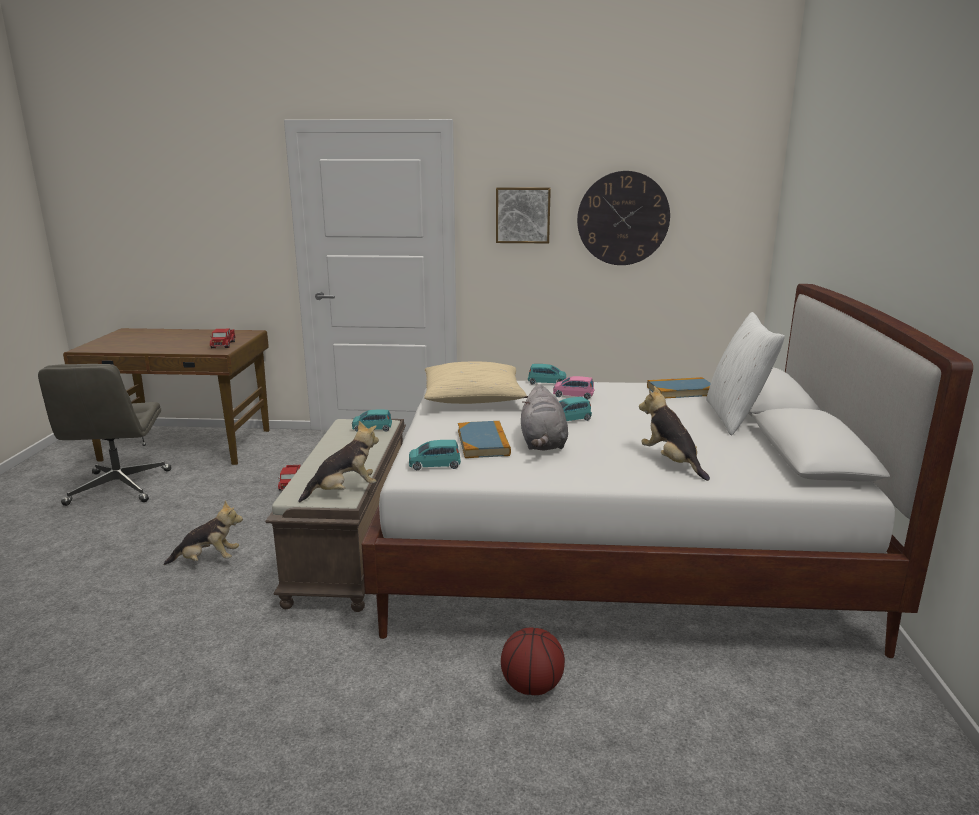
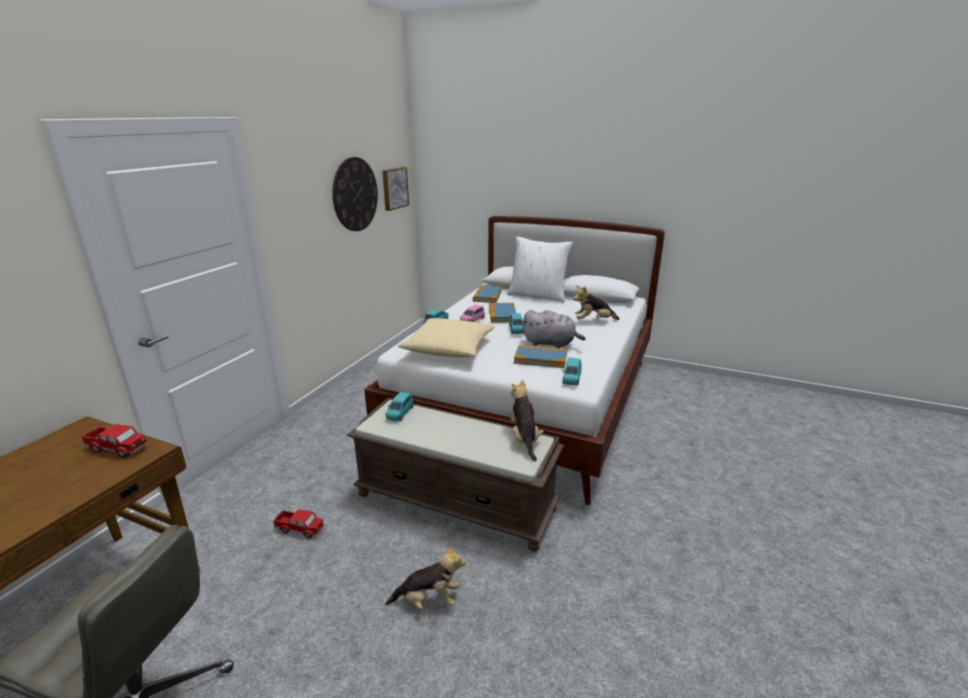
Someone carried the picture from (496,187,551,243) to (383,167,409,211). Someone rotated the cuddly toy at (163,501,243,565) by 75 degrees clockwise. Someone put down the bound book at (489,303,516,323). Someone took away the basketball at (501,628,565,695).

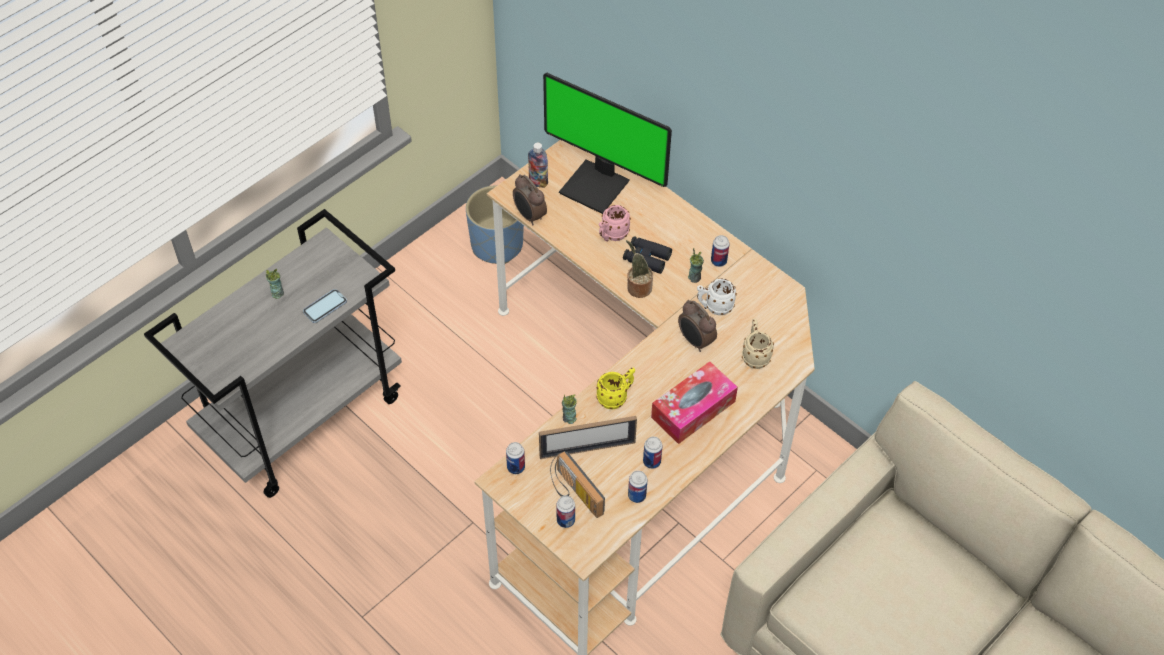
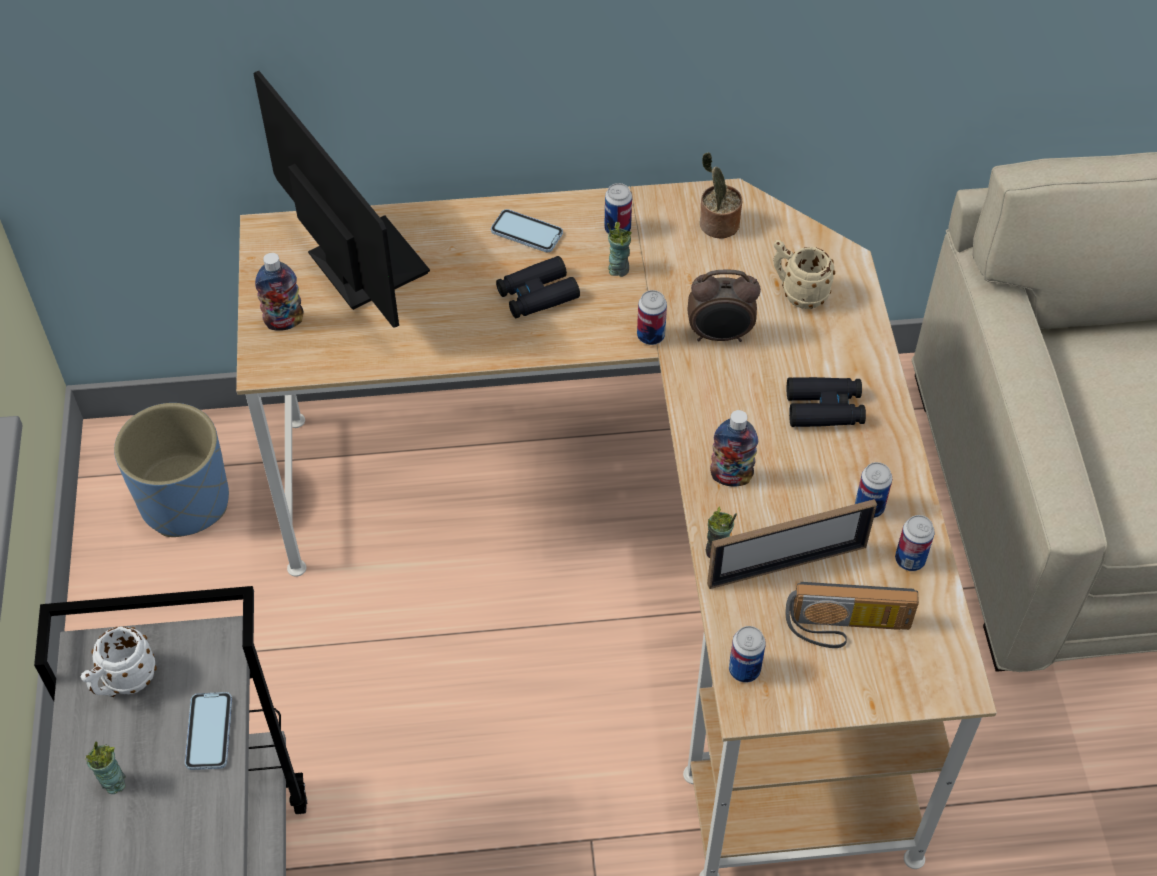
Someone carried the white mug from (697,279,737,315) to (80,627,157,697). Someone rotated the monitor at (543,73,672,214) by 105 degrees counterclockwise. Someone put down the phone at (491,209,563,252). Someone carried the sealed can from (556,496,575,528) to (637,290,667,345). Someone carried the potted plant from (626,240,653,298) to (700,152,742,239). Someone rotated the picture frame at (539,416,637,459) by 45 degrees clockwise. Someone swapped the yellow mug at (597,368,635,409) for the drink bottle at (710,410,758,487). Someone swapped the tissue holder at (651,361,738,444) for the blackish pair of binoculars at (787,377,866,427). Someone took away the bedside clock at (513,174,547,225). Someone took away the pink-coloured mug at (599,205,631,242).

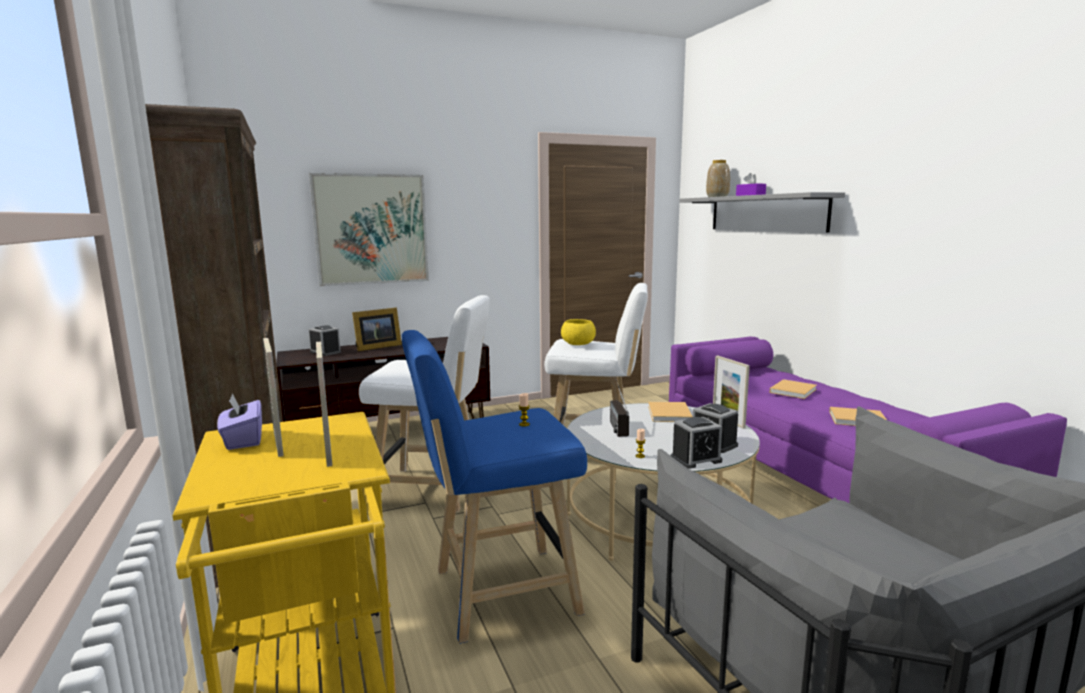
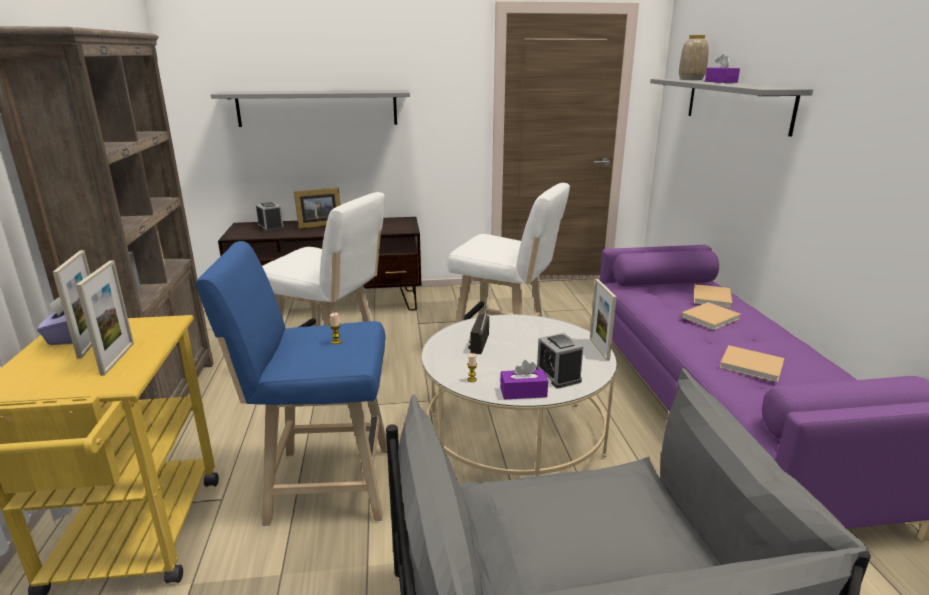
Someone swapped the picture at (309,173,429,286) for the gray wall shelf at (211,90,410,127). Someone swapped the bedside clock at (671,417,722,469) for the purple-coloured tissue holder at (500,360,548,400). Someone carried the sand-coloured bound book from (648,402,693,422) to (694,284,732,308). Someone took away the yellow serving bowl at (561,319,596,345).

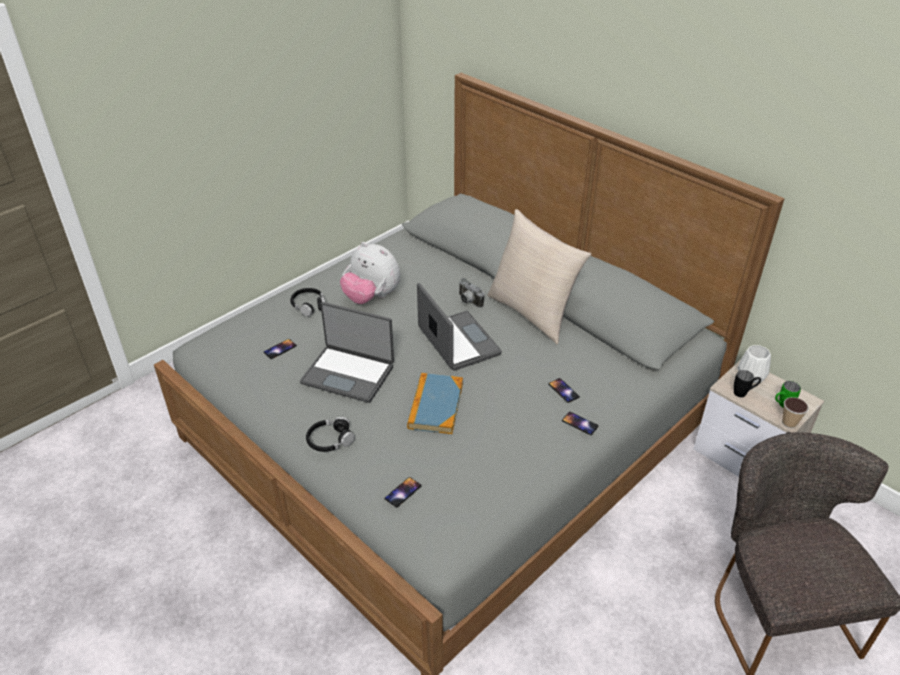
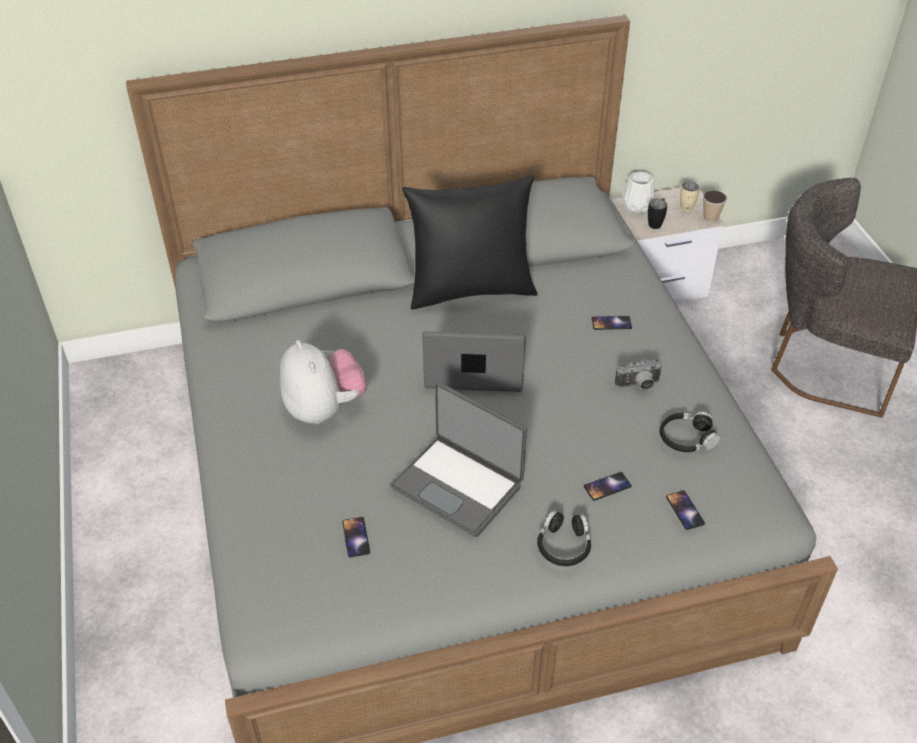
Someone rotated the cuddly toy at (340,242,400,304) by 90 degrees counterclockwise. Someone rotated the notebook computer at (300,302,394,403) by 75 degrees clockwise. Someone repainted the sand-coloured pillow at (488,209,591,344), which became the blackish pillow at (402,175,538,310). Someone carried the phone from (562,412,599,435) to (584,472,632,501). Someone carried the still camera from (459,278,484,308) to (615,359,663,390). Someone carried the blackish headphones from (290,288,325,317) to (660,412,720,452). Someone repainted the green-coloured mug at (775,381,801,408), which became the sand-coloured mug at (680,182,700,211). Someone took away the bound book at (407,373,463,434).

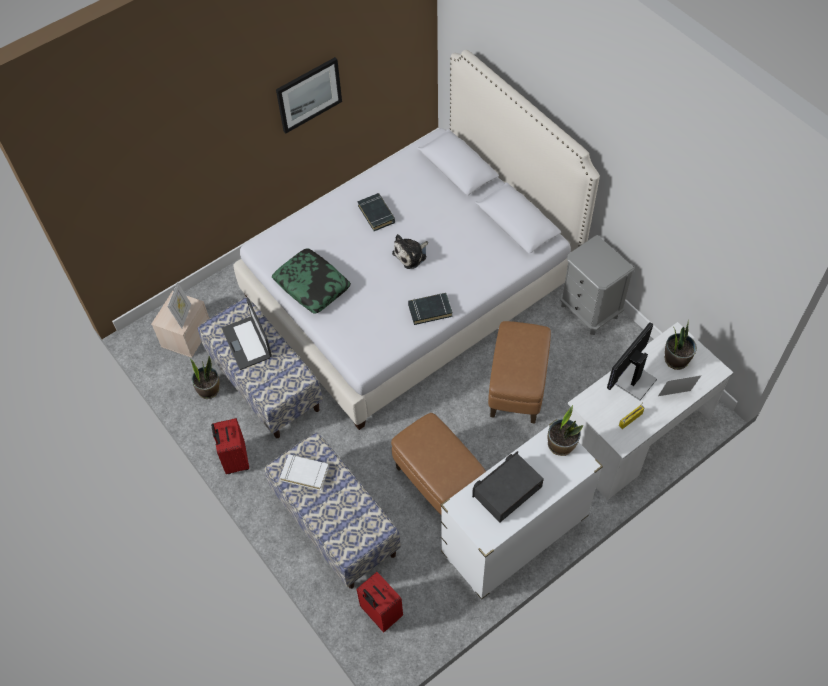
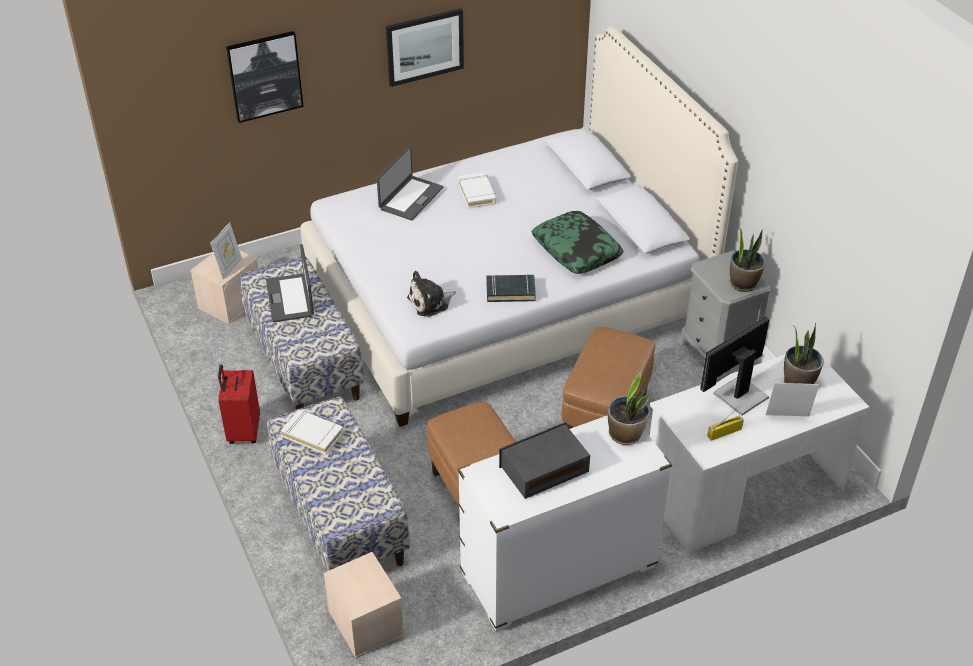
Someone put up the picture at (226,31,303,123). Someone swapped the reddish piece of luggage at (357,572,403,632) for the sand-coloured storage container at (323,552,404,658). Someone put down the notebook computer at (377,146,443,221). Someone carried the cuddly toy from (392,234,428,269) to (407,271,456,317). Someone repainted the blackish bound book at (358,193,395,231), which became the white bound book at (458,172,496,209). Someone carried the pillow from (272,248,351,314) to (532,211,624,274). Someone carried the potted plant from (189,356,220,399) to (730,228,765,292).

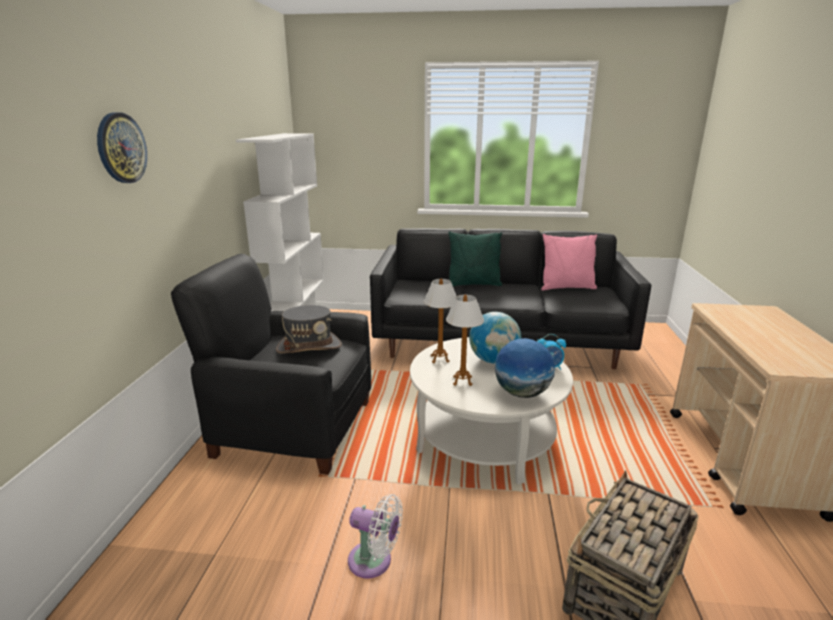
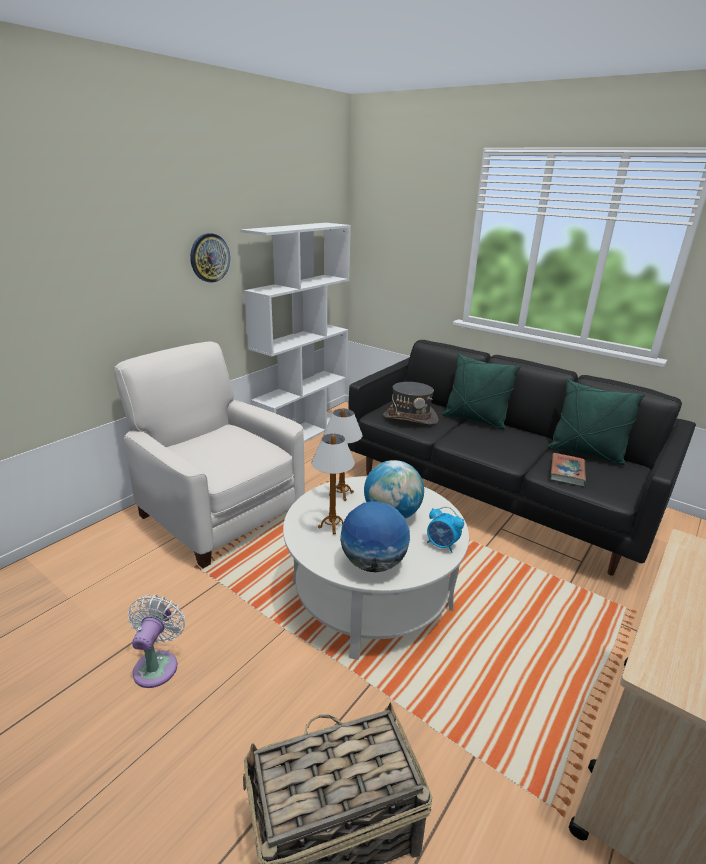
Someone repainted the blackish easy chair at (171,254,371,475), which became the white easy chair at (114,341,305,568). Someone rotated the white fan at (348,494,403,578) by 135 degrees counterclockwise. Someone carried the clock on the wall from (97,112,147,183) to (190,233,230,283). Someone carried the gray wearable hat from (276,305,342,353) to (383,382,439,425). Someone repainted the pink-coloured pillow at (541,234,597,291), which became the green-coloured pillow at (547,379,645,465). Someone put down the bound book at (551,453,586,486).

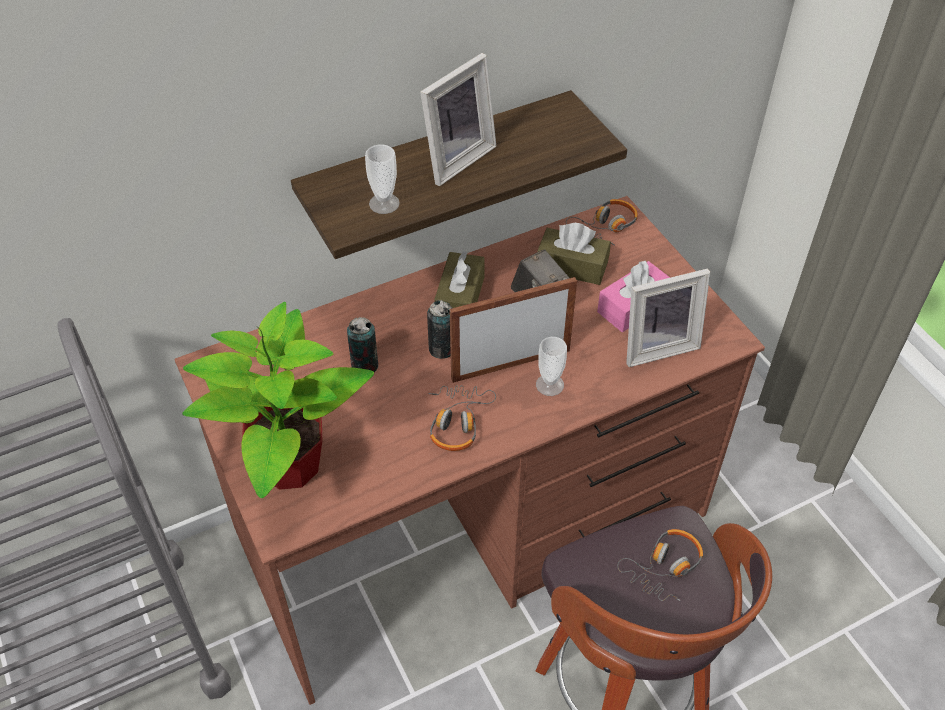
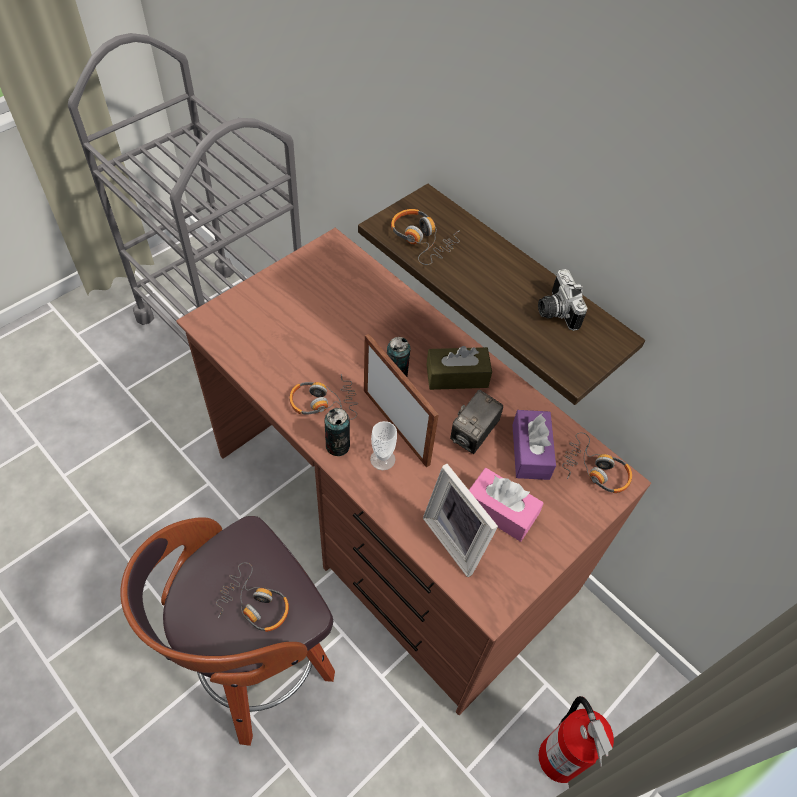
Someone carried the sealed can from (347,317,378,372) to (324,408,350,456). Someone swapped the cup at (365,144,400,214) for the headphones at (391,209,460,265). Someone repainted the brownish tissue holder at (537,223,611,285), which became the purple-coloured tissue holder at (512,410,556,480). Someone put down the still camera at (538,269,588,331). Someone put down the extinguisher at (539,696,614,783). Someone took away the potted plant at (182,302,374,498). Someone took away the picture frame at (420,53,496,186).

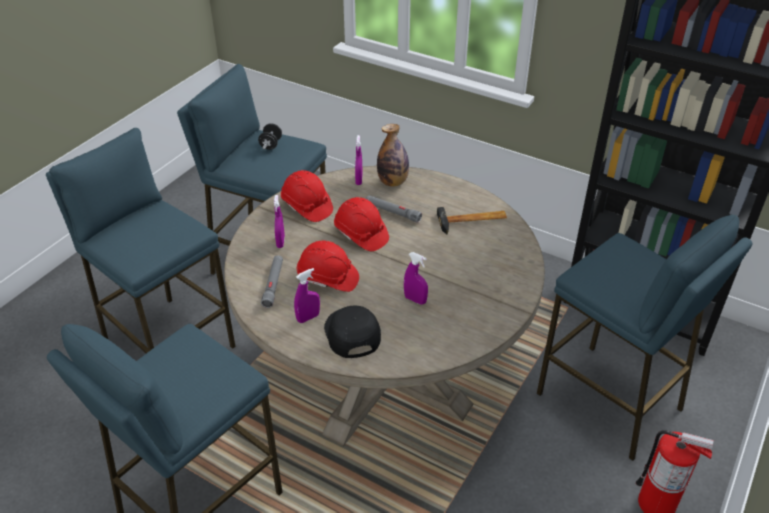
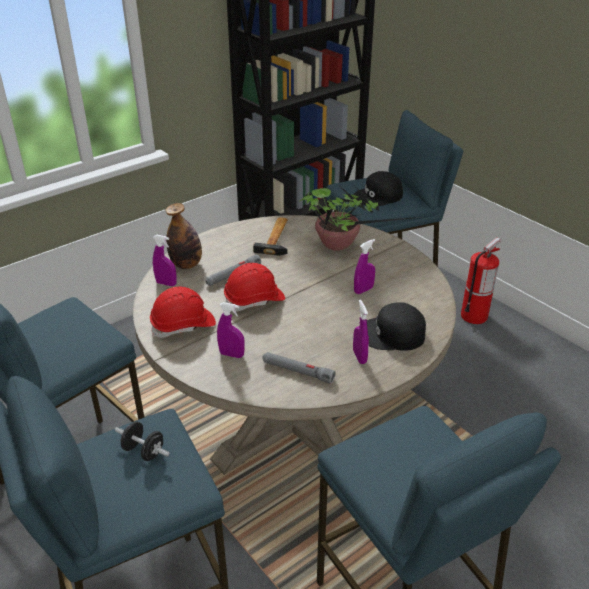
Someone carried the blackish hand weight from (258,123,282,150) to (115,421,170,461). Someone put down the potted plant at (299,187,430,251). Someone put down the blackish baseball cap at (353,171,403,206). Someone took away the reddish work helmet at (297,241,359,292).

